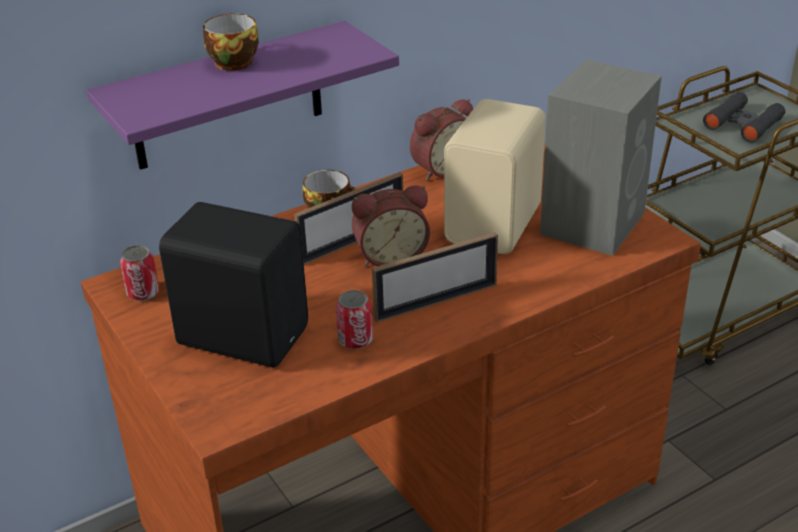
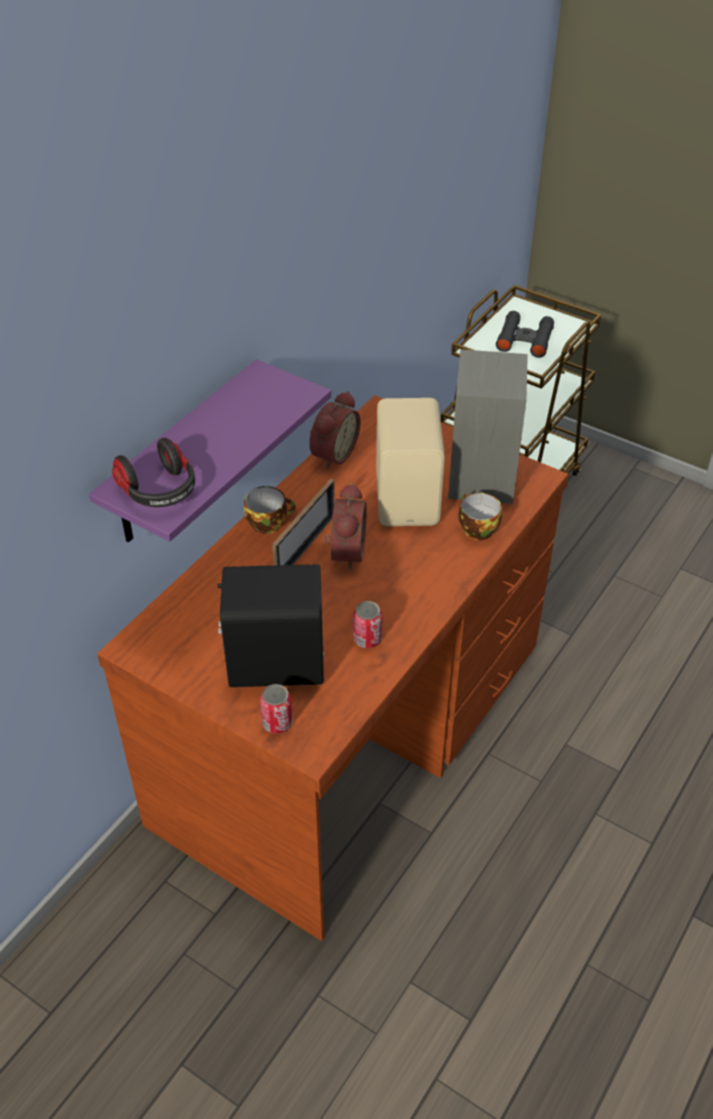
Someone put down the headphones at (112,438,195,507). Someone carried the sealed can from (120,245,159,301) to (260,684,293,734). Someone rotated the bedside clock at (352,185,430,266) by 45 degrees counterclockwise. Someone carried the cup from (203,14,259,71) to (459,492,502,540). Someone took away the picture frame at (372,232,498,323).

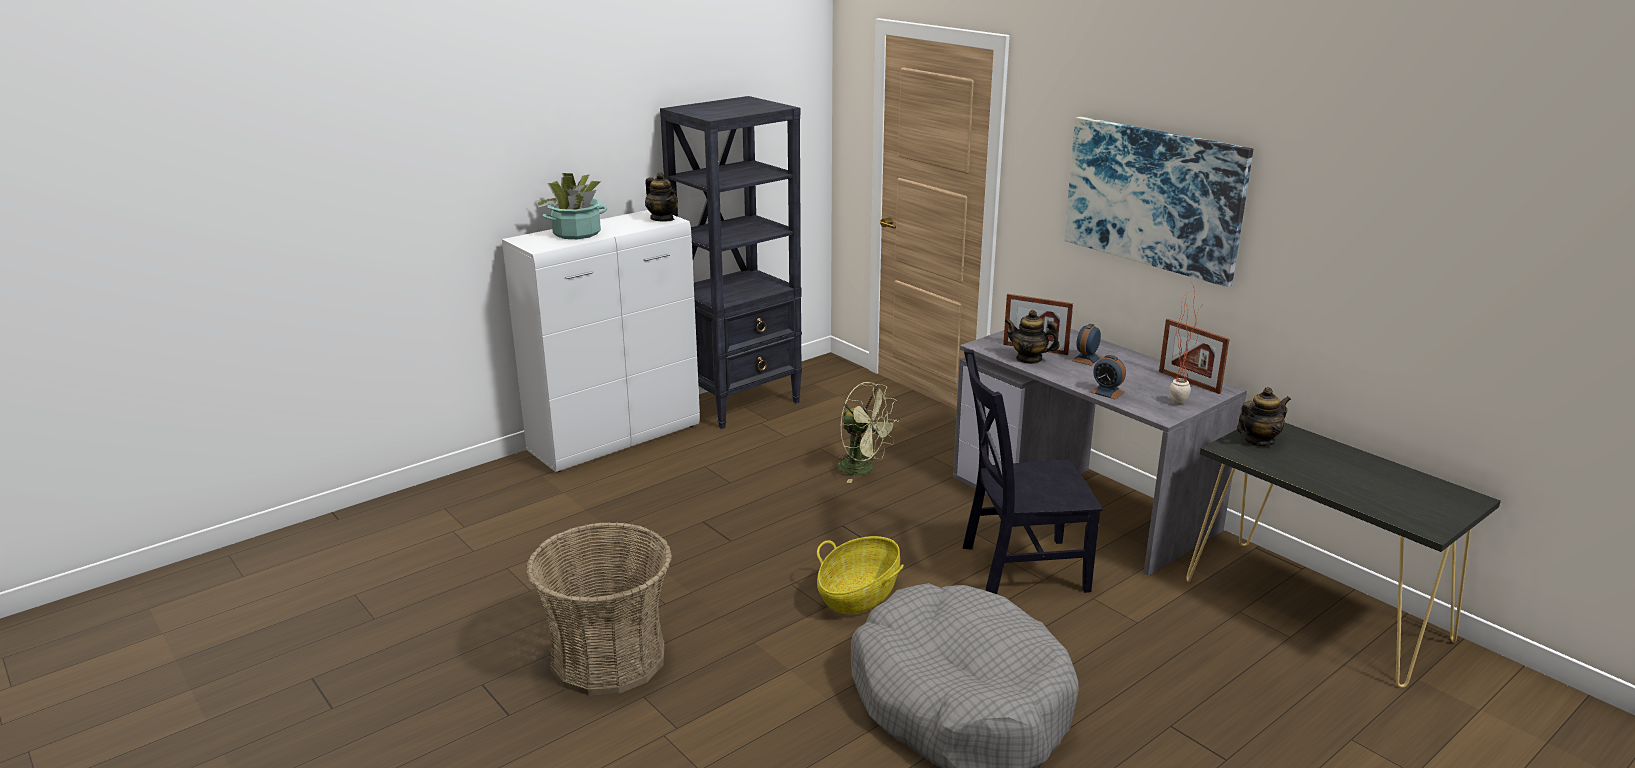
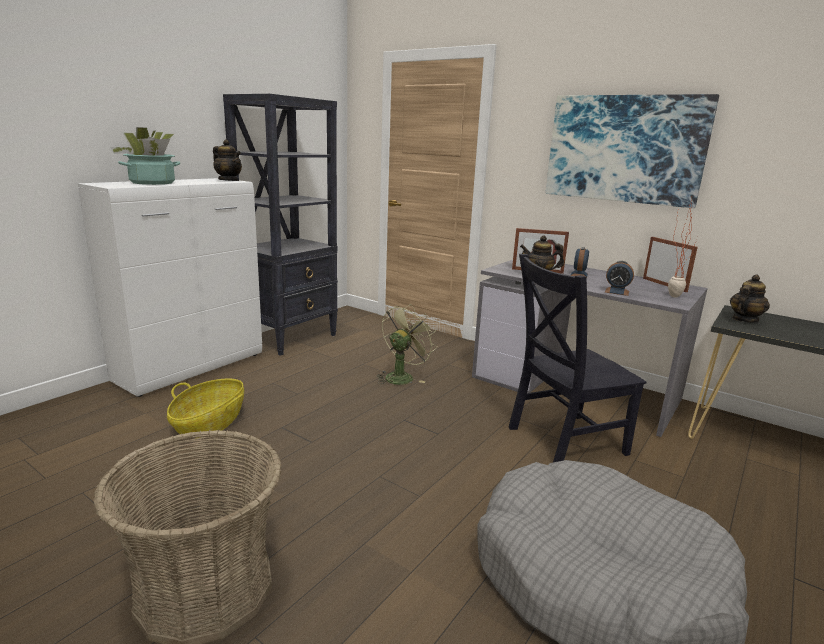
Someone carried the storage basket from (817,536,904,614) to (167,379,244,438). Someone rotated the green-coloured fan at (837,382,899,483) by 75 degrees counterclockwise. Someone rotated the picture frame at (1159,319,1230,394) by 150 degrees counterclockwise.

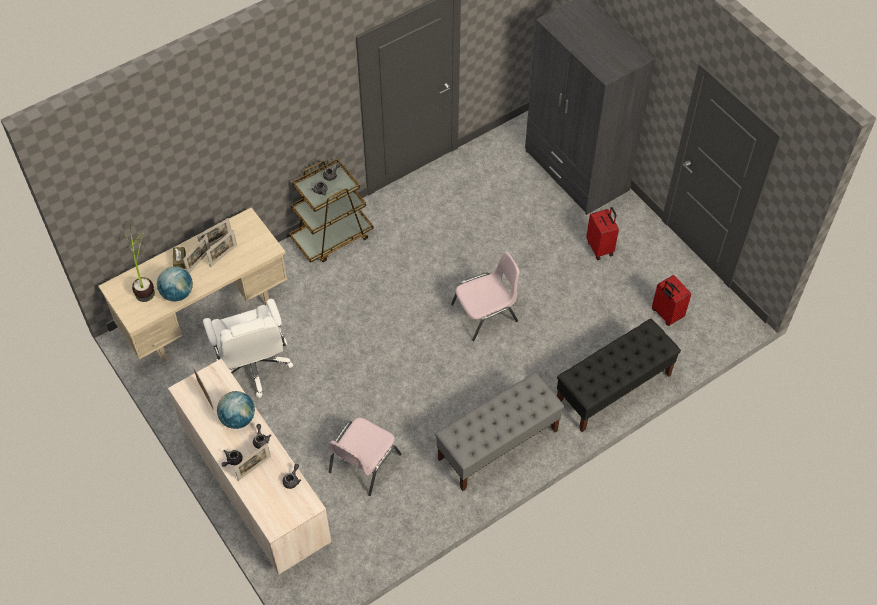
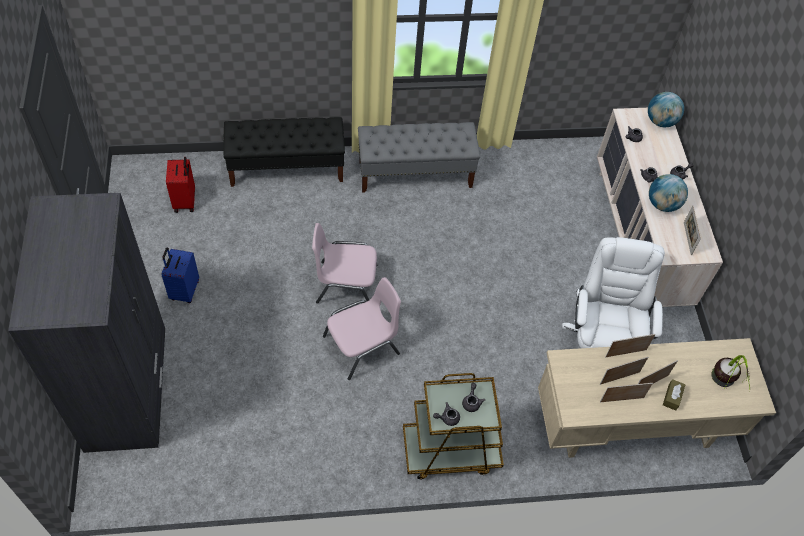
Someone repainted the reddish piece of luggage at (586,207,619,260), which became the blue-coloured piece of luggage at (161,248,199,303). Someone carried the pink-coloured chair from (329,417,402,496) to (323,277,401,380). Someone carried the picture frame from (234,443,271,481) to (605,334,656,357). Someone carried the globe from (157,266,193,301) to (648,92,684,127).

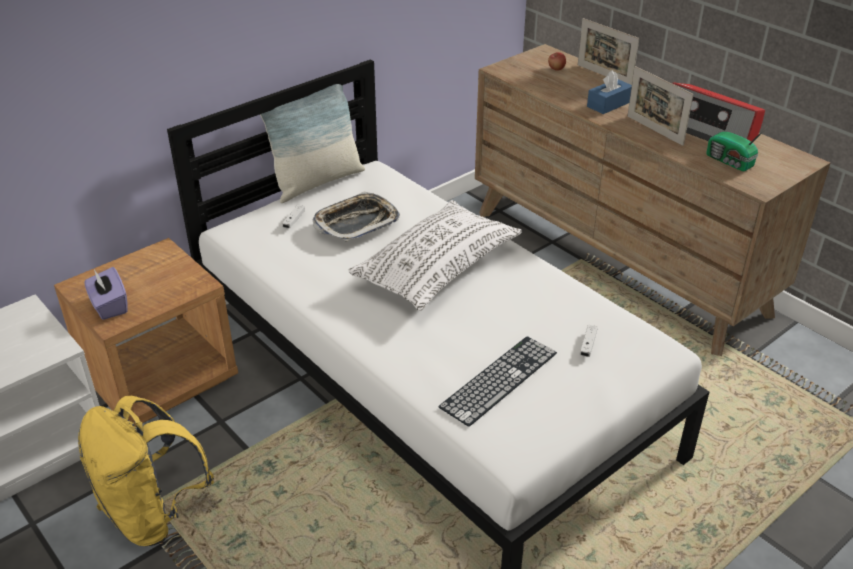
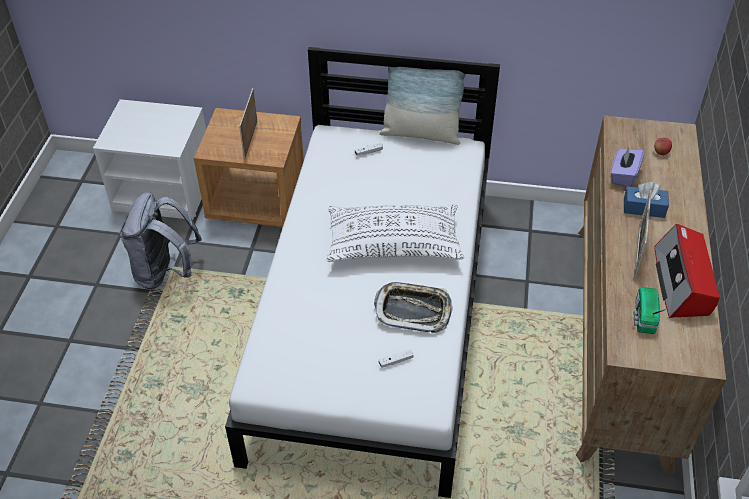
Someone repainted the yellow rucksack at (78,396,214,546), which became the gray rucksack at (120,192,202,290). Someone carried the picture frame from (578,18,639,85) to (239,88,257,160). Someone carried the serving tray from (313,192,400,242) to (374,282,453,333). Someone carried the purple-coloured tissue holder from (84,267,128,320) to (611,146,644,187). Someone took away the keyboard at (438,336,557,427).

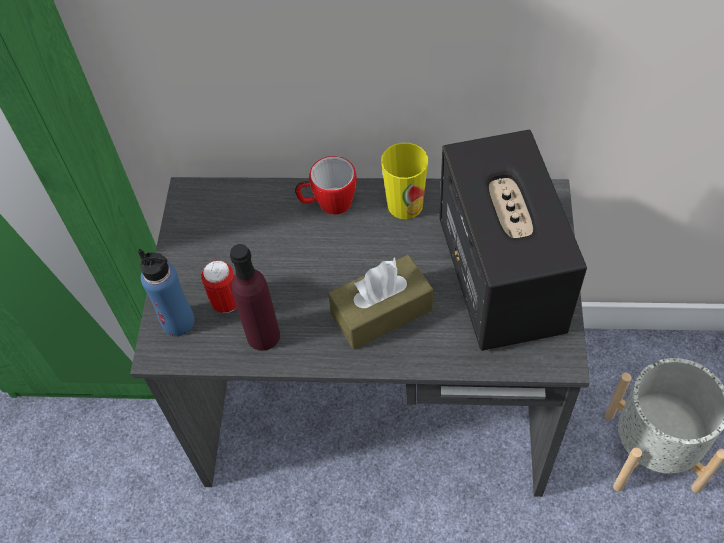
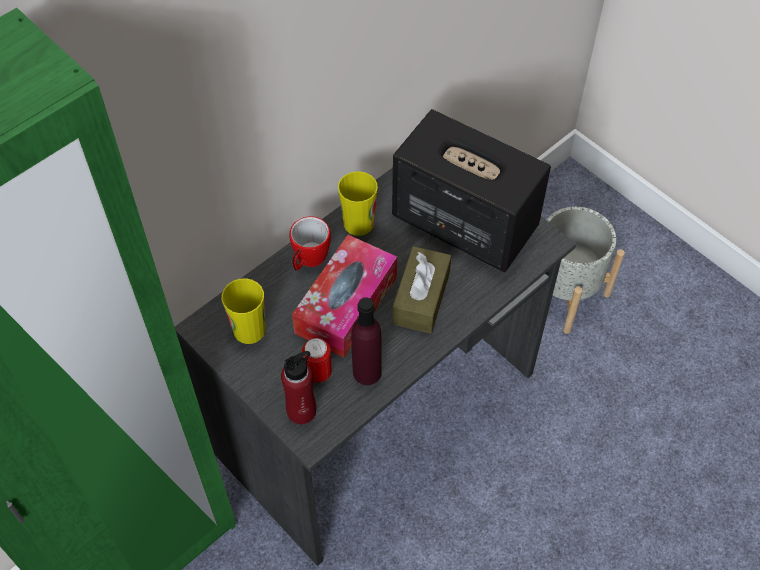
Someone put down the cup at (221,278,266,344). Someone repainted the blue-coloured drink bottle at (138,249,195,336), which became the reddish drink bottle at (281,351,316,424). Someone put down the tissue holder at (292,235,397,358).

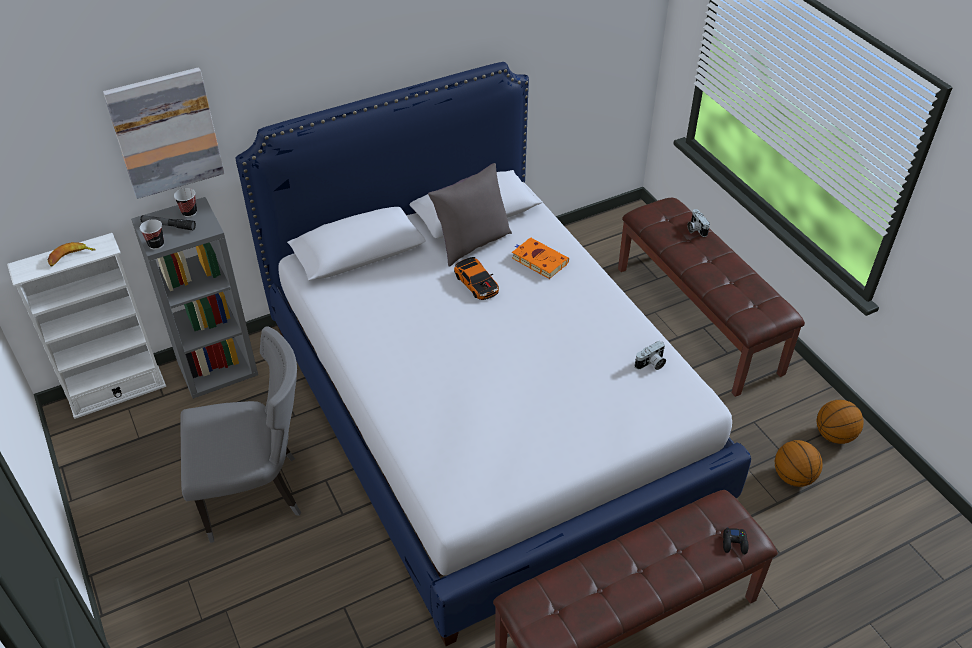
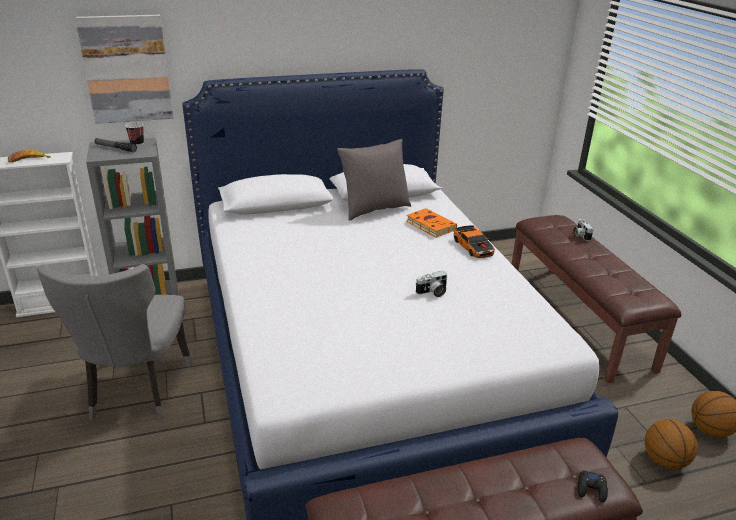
Someone rotated the gray chair at (180,326,301,543) by 90 degrees clockwise. Someone carried the still camera from (635,341,666,370) to (416,271,447,297). Someone carried the model car from (454,257,499,300) to (454,225,495,258). Someone took away the cup at (140,219,164,250).

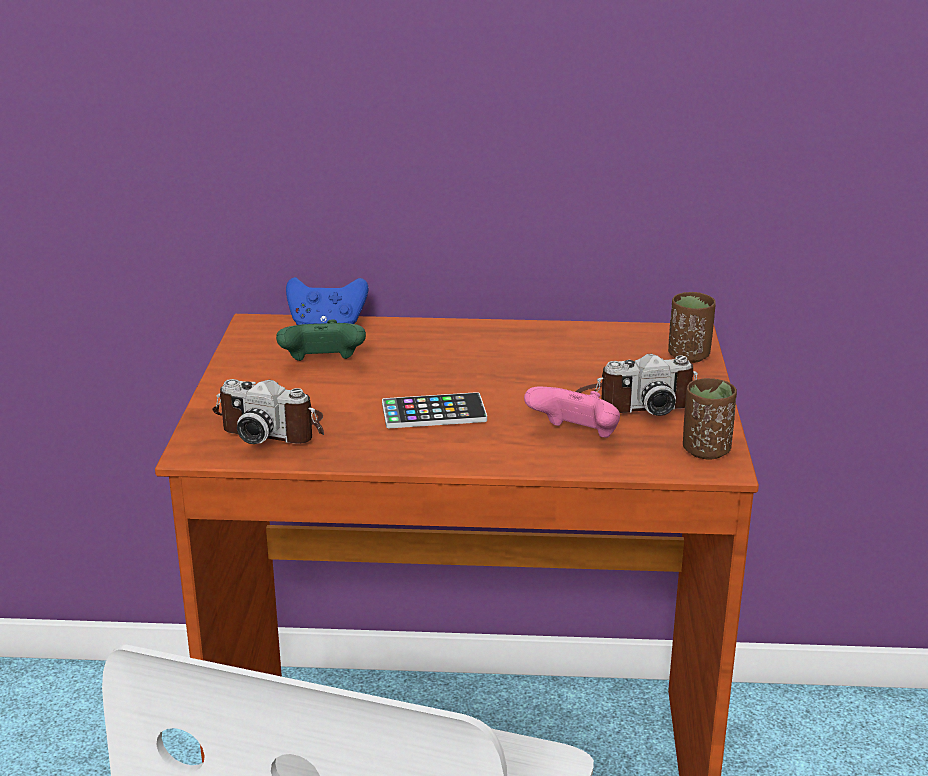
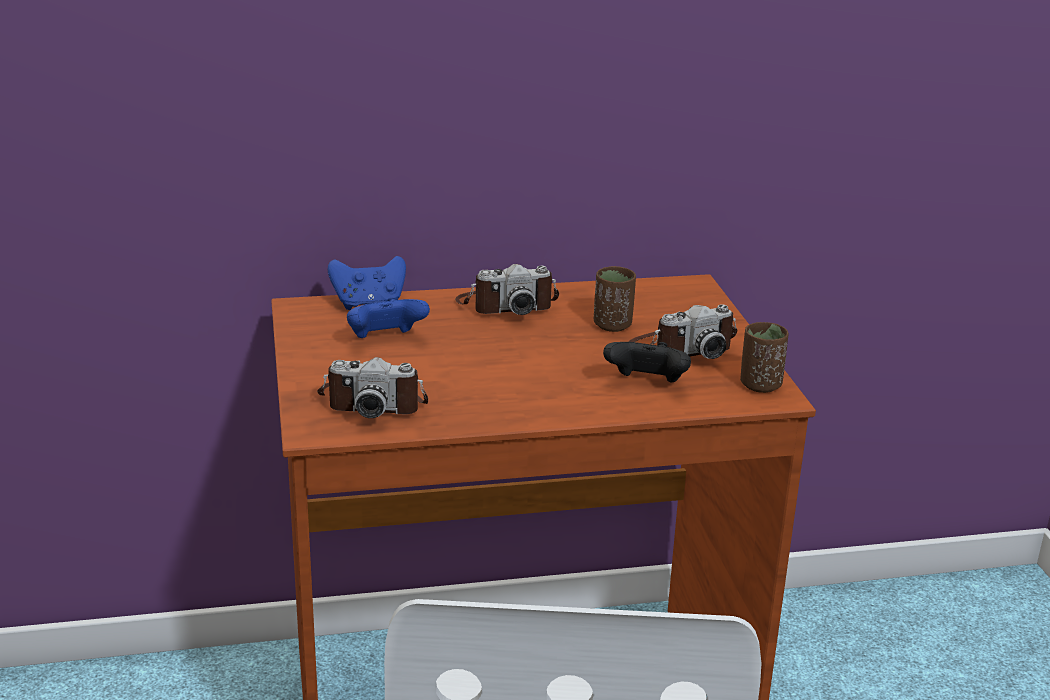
Someone repainted the green-coloured joypad at (276,319,366,361), which became the blue-coloured joypad at (347,297,430,338). Someone put down the still camera at (455,264,559,315). Someone carried the brownish cup from (668,292,716,363) to (594,266,636,332). Someone repainted the pink-coloured joypad at (524,386,620,438), which became the blackish joypad at (603,342,691,383). Someone took away the phone at (382,392,487,428).

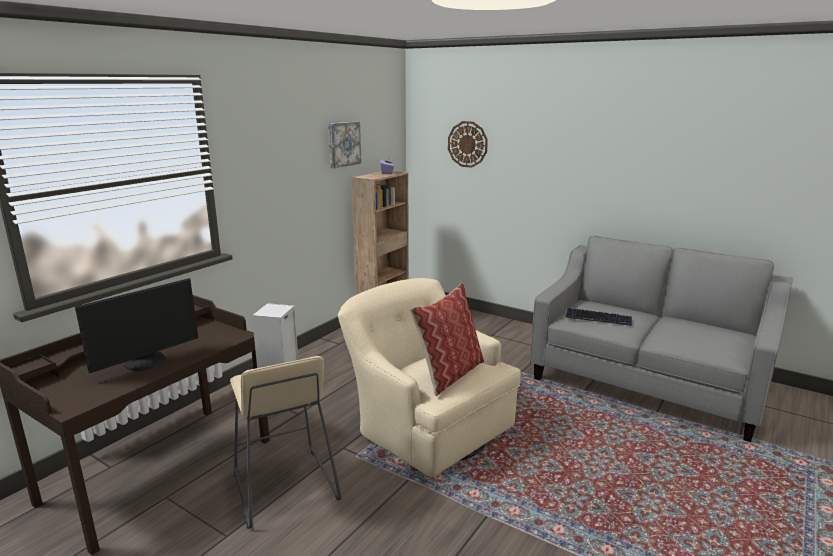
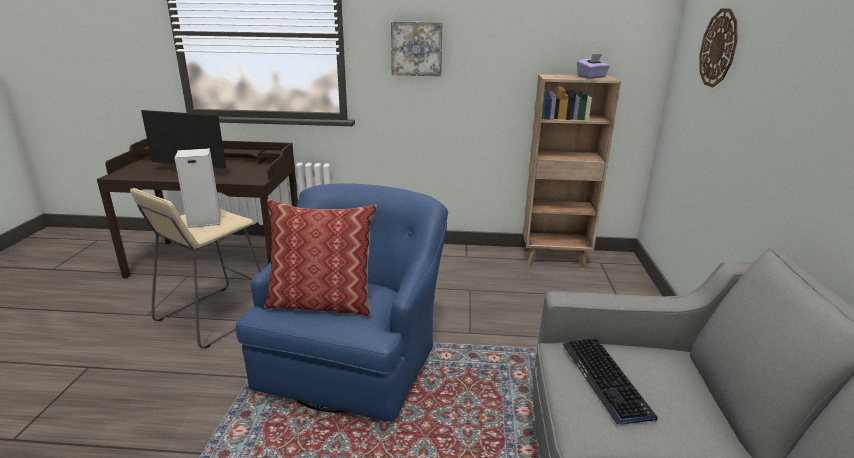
Someone repainted the sand-coloured easy chair at (338,278,521,477), which became the blue-coloured easy chair at (236,183,448,422). Someone carried the picture from (328,121,361,168) to (391,21,442,76).

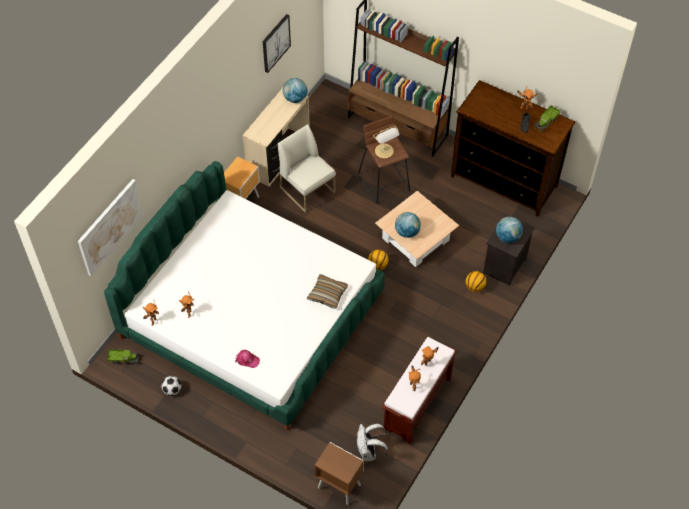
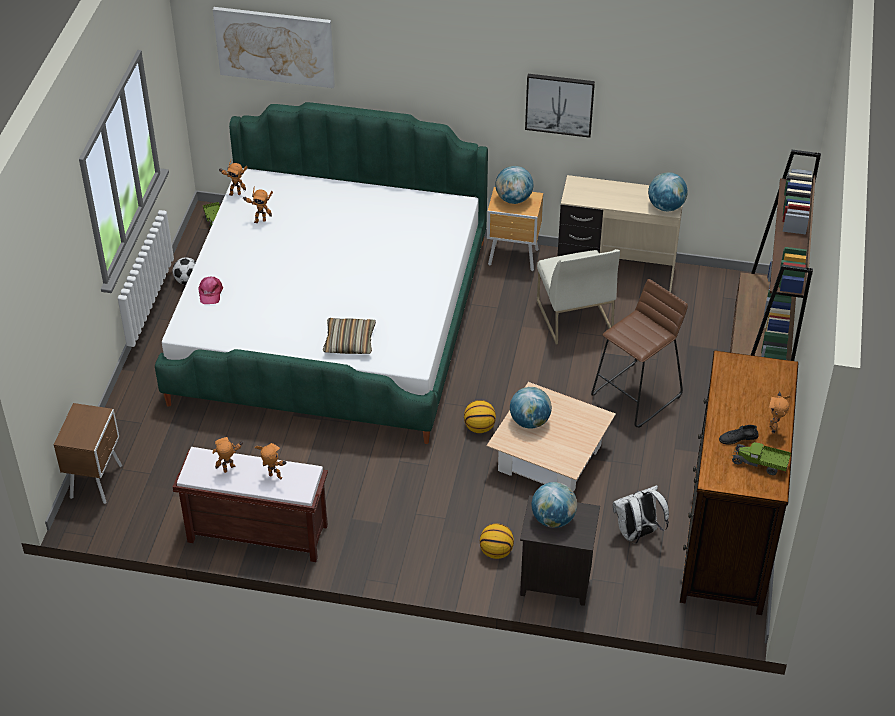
Someone put down the globe at (495,166,533,204). Someone carried the picture from (263,14,291,73) to (525,74,595,138). Someone rotated the white chair at (277,124,336,213) by 135 degrees clockwise. Someone carried the white rucksack from (357,423,388,461) to (613,485,669,544). Someone took away the tabletop lamp at (373,125,399,158).

